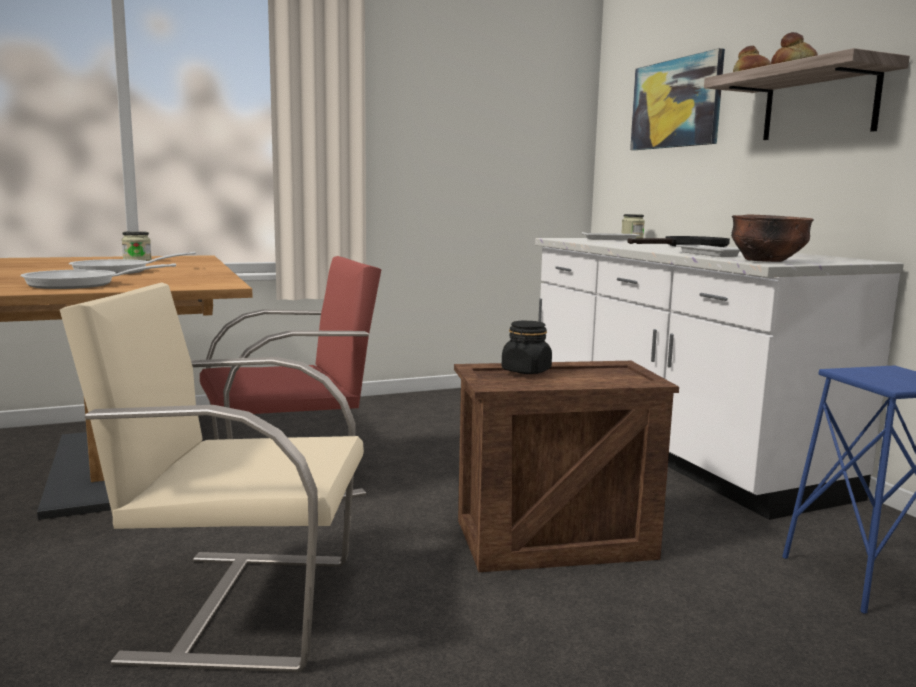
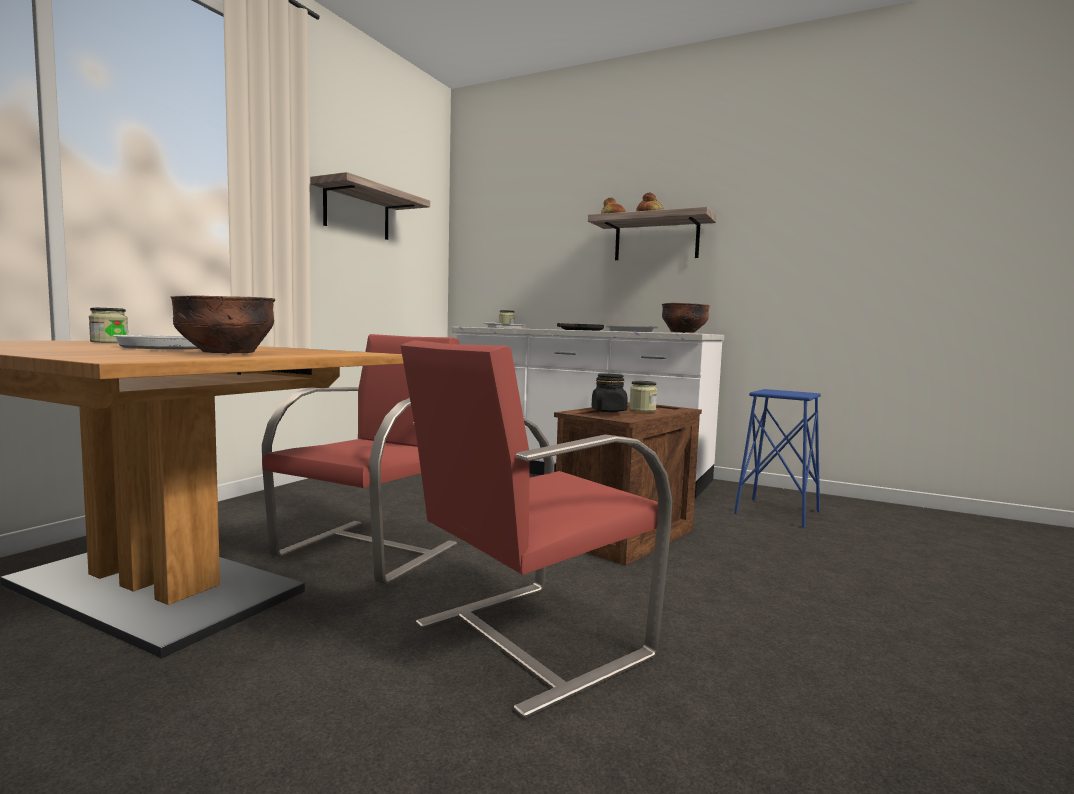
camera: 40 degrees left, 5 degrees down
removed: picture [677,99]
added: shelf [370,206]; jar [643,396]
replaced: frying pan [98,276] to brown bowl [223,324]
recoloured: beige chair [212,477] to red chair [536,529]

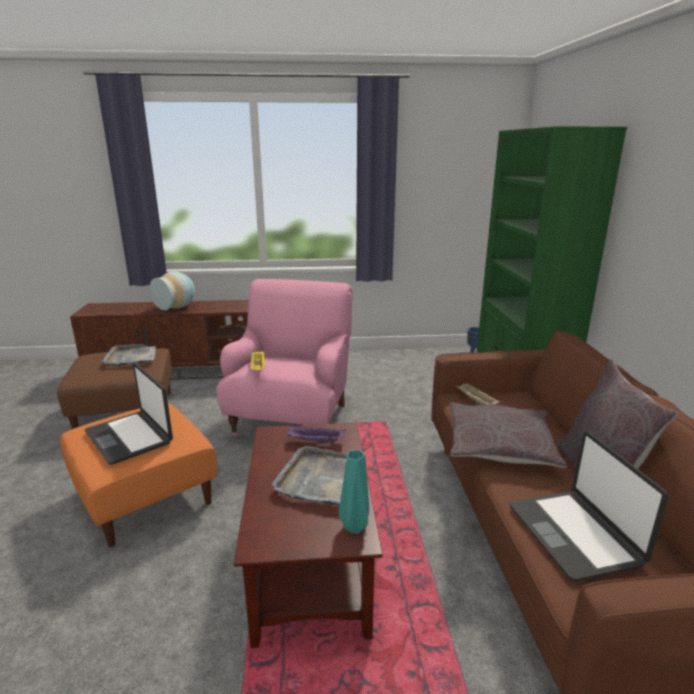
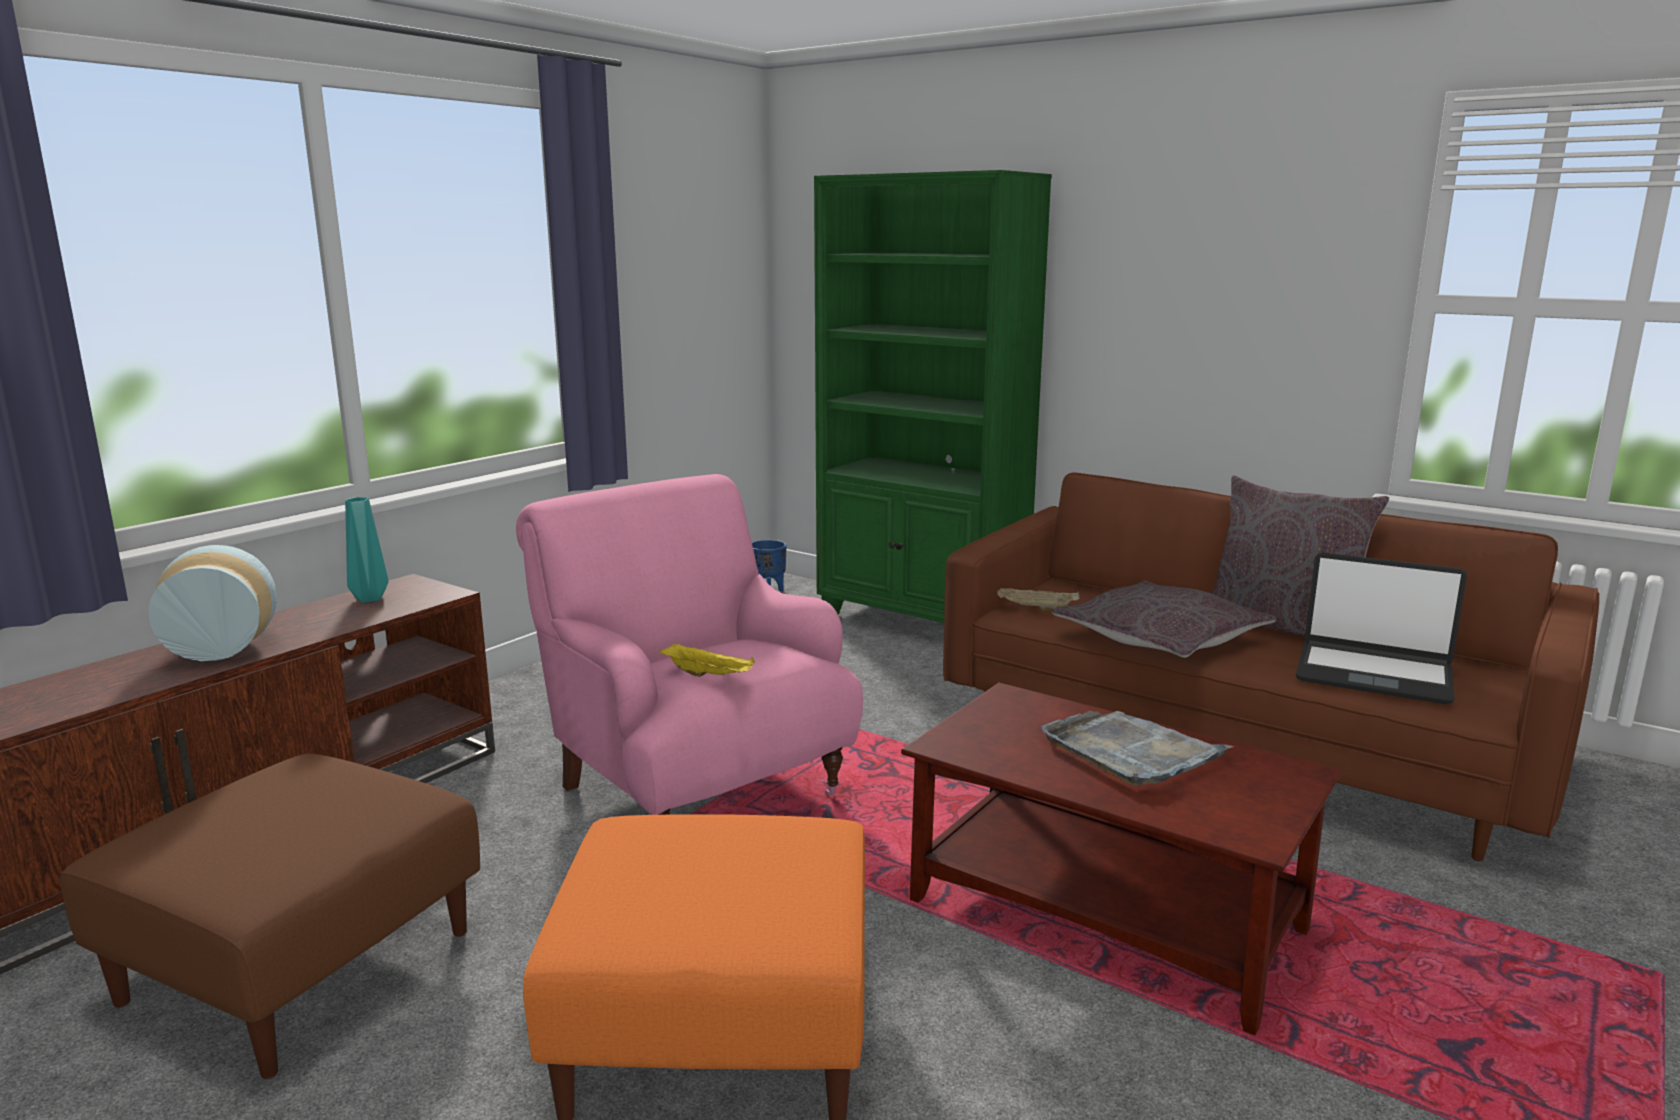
camera: 50 degrees left, 5 degrees down
removed: laptop [129,414]; grey tray [129,355]; purple tray [316,435]
moved: turquoise vase [354,492] to [366,549]

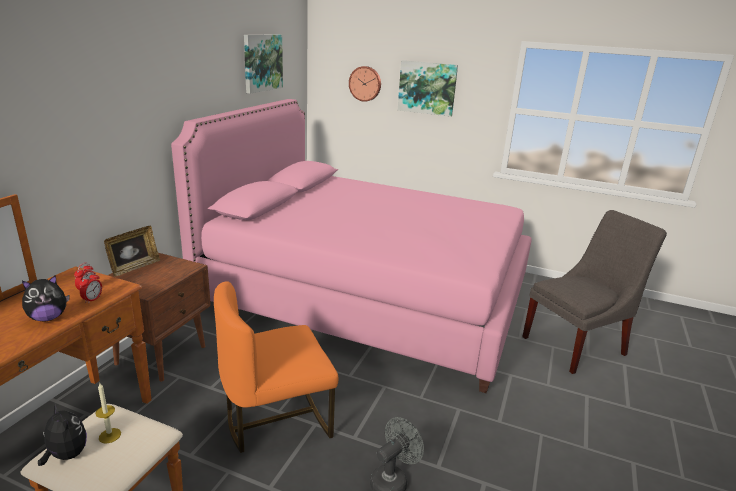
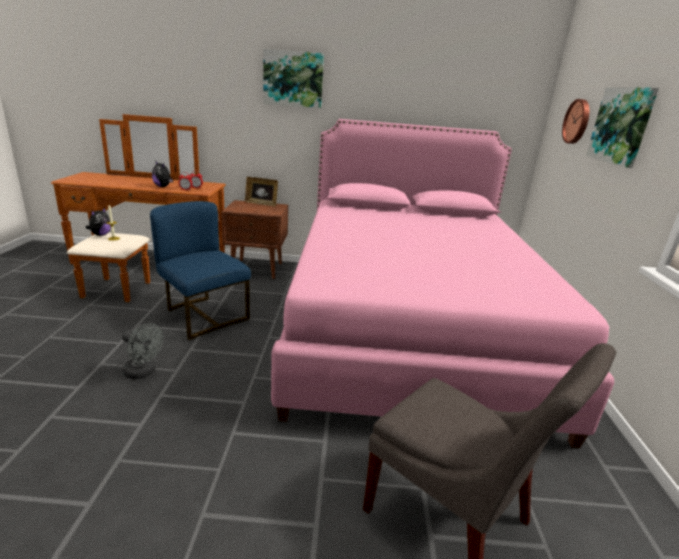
camera: 70 degrees right, 0 degrees up
moved: picture [263,64] to [293,79]
recoloured: orange chair [276,367] to blue chair [200,270]

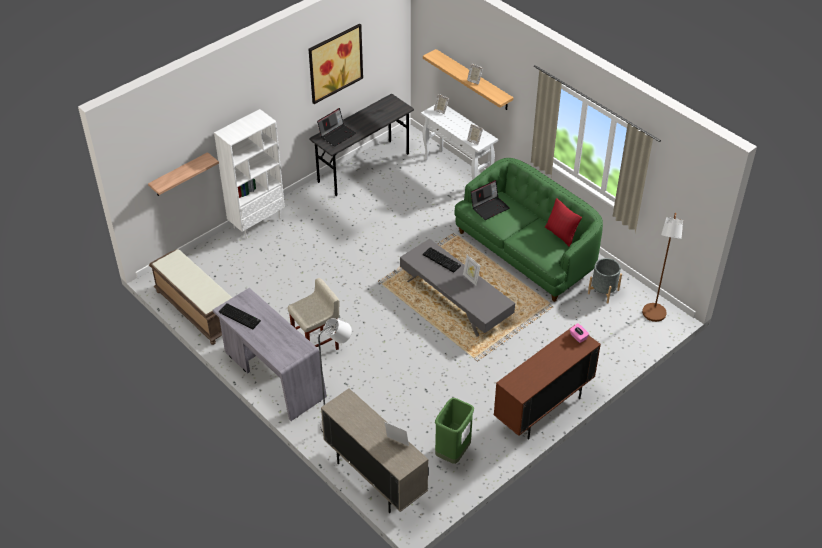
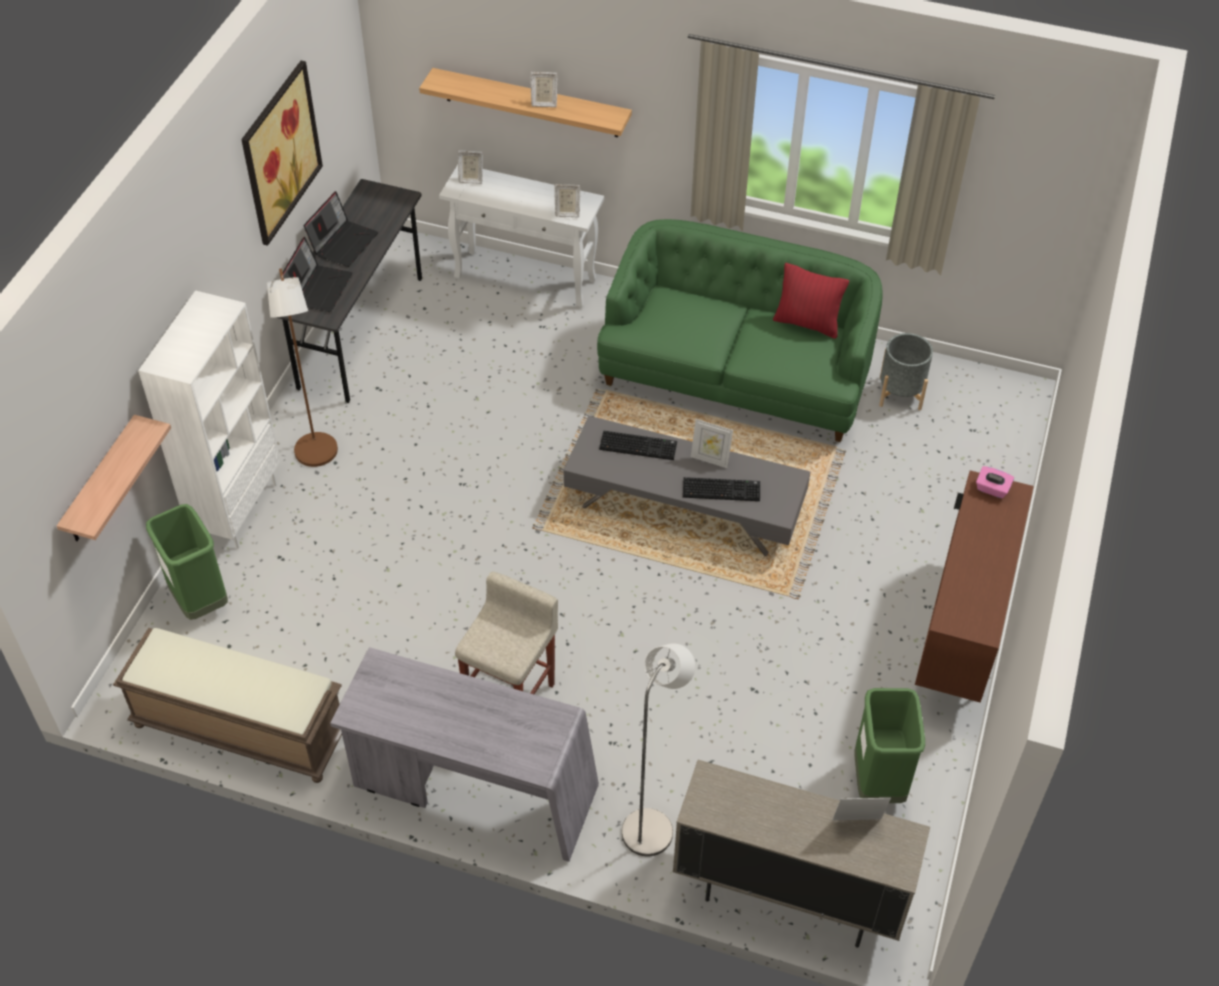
camera: 30 degrees left, 5 degrees up
added: green trash can [187,562]
moved: keyboard [240,316] to [721,489]; laptop [490,200] to [341,229]; brown floor lamp [662,267] to [302,367]

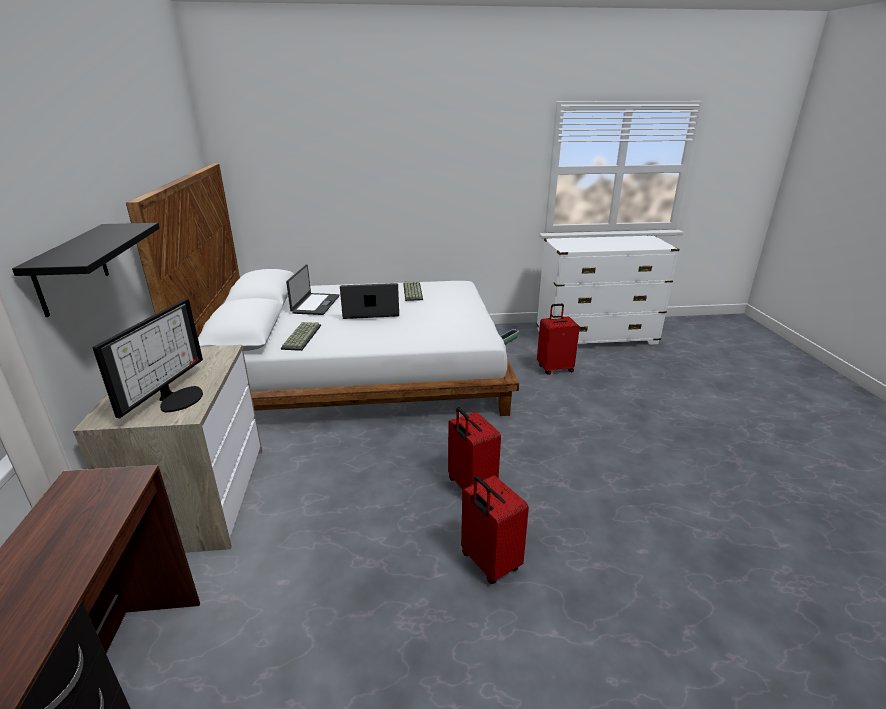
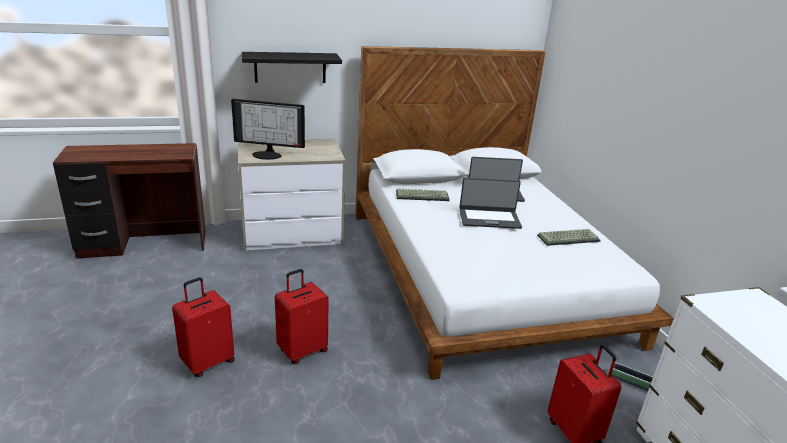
camera: 80 degrees right, 0 degrees up
turned: laptop [369,301] = [490,203] 105 degrees clockwise

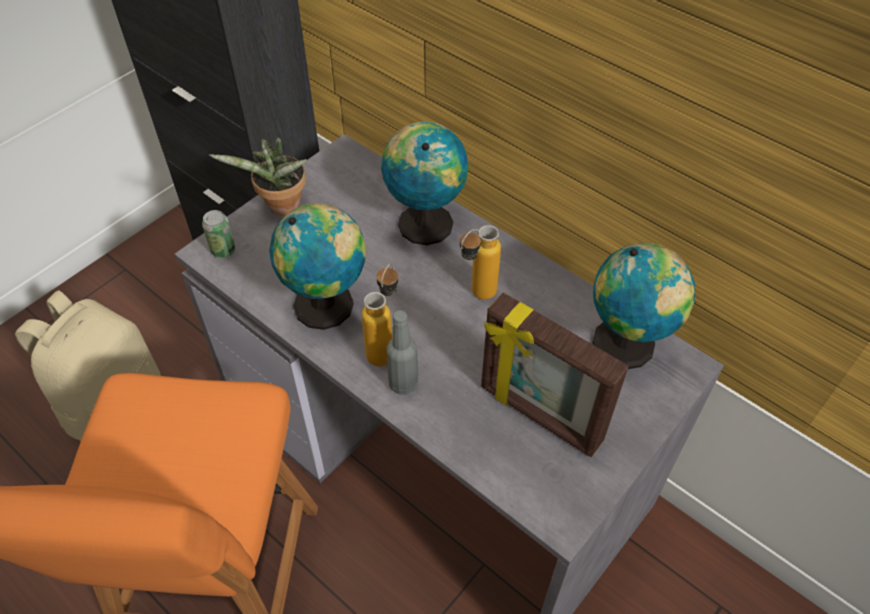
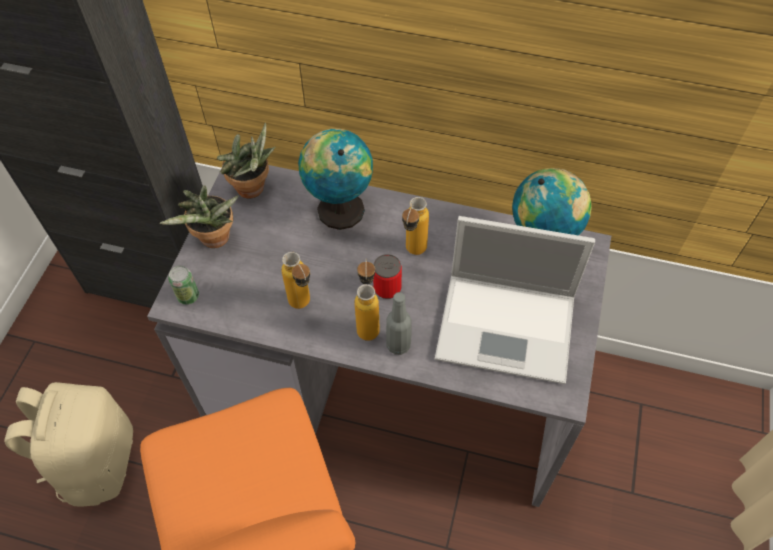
camera: 25 degrees left, 5 degrees up
added: potted plant [246,160]; can [387,276]
replaced: globe [317,266] to bottle [295,280]; picture frame [555,375] to laptop [515,300]

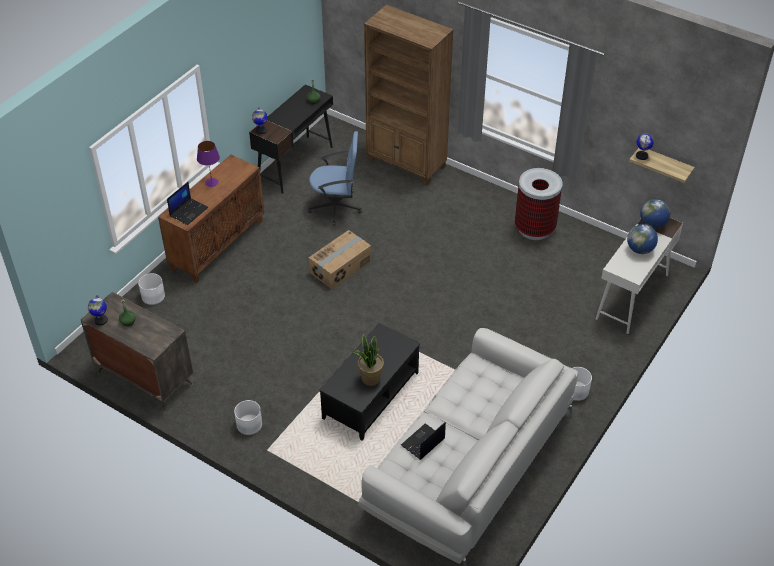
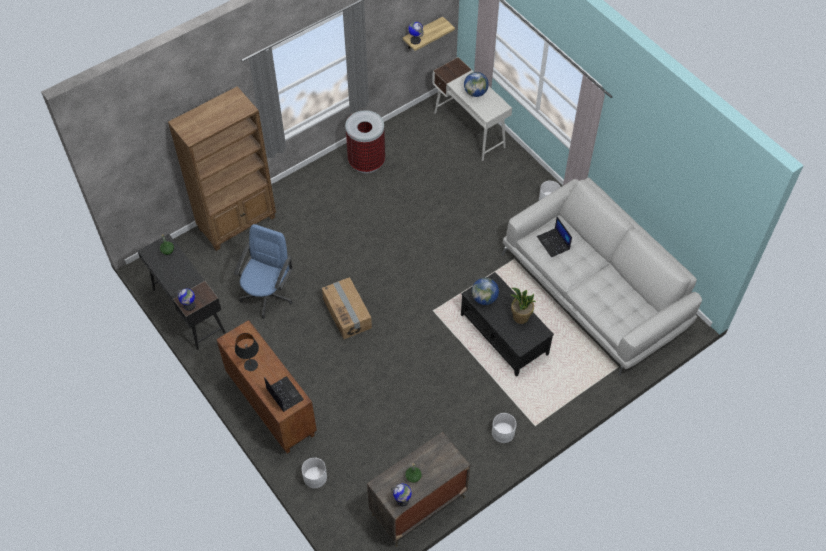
camera: 70 degrees left, 10 degrees up
moved: laptop [423,441] to [554,237]; globe [655,213] to [485,291]
recoloured: purple table lamp [208,164] to black table lamp [247,352]

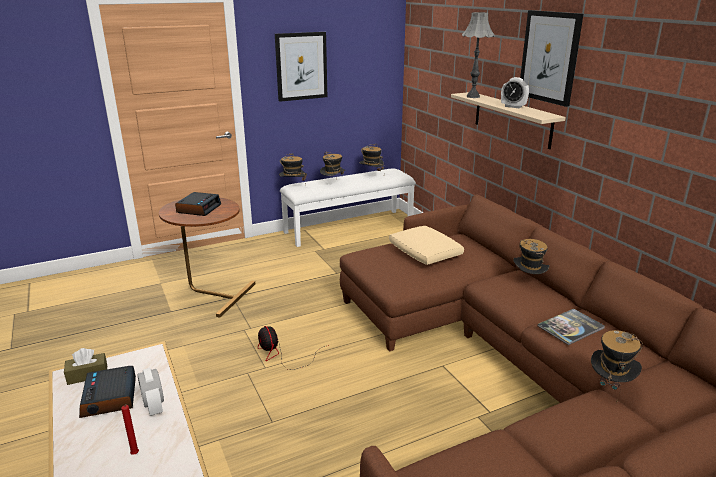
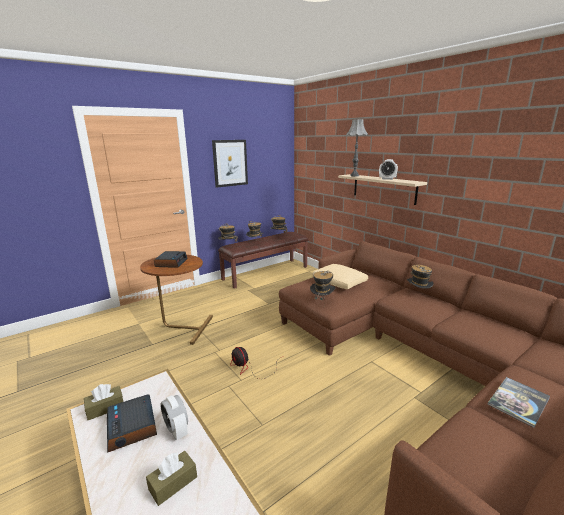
camera: 10 degrees left, 5 degrees down
removed: picture [551,58]
moved: book [571,327] to [518,402]; hat [617,367] to [322,286]
replaced: red candle [130,429] to brown tissue box [171,478]
recoloured: white bench [348,208] to brown bench [263,260]

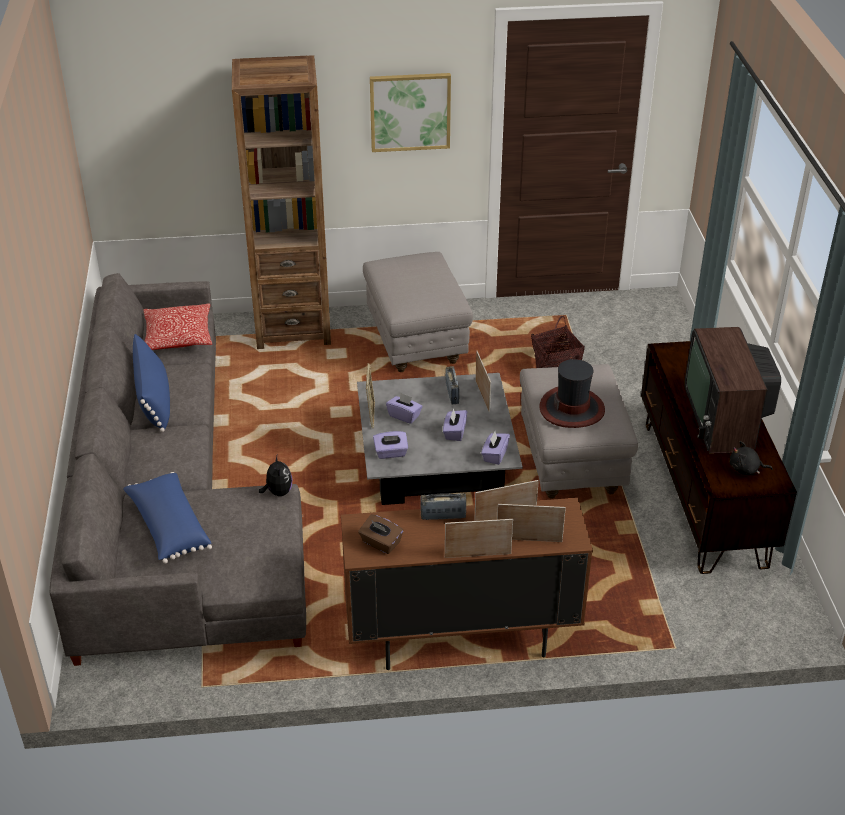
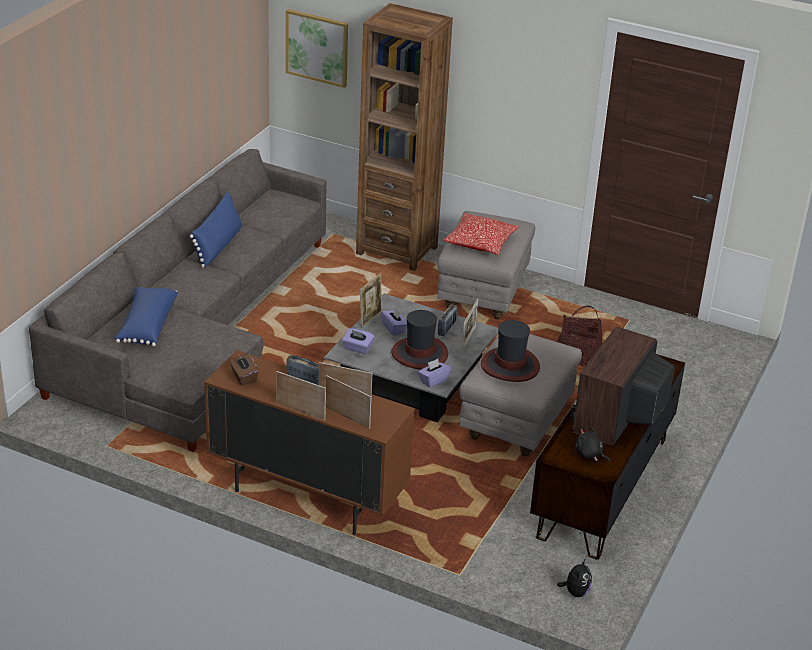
camera: 30 degrees right, 5 degrees down
moved: pillow [177,327] to [481,234]; plush toy [275,476] to [574,577]; picture [410,112] to [317,48]
replaced: purple tissue box [455,424] to hat [419,340]

